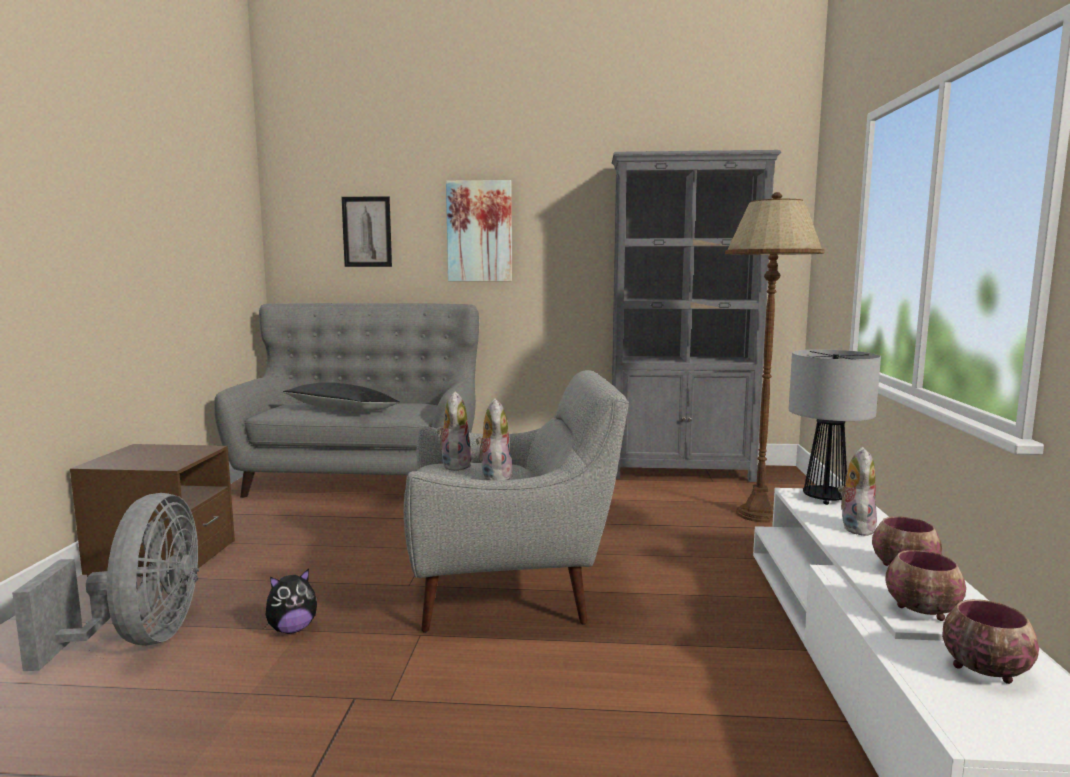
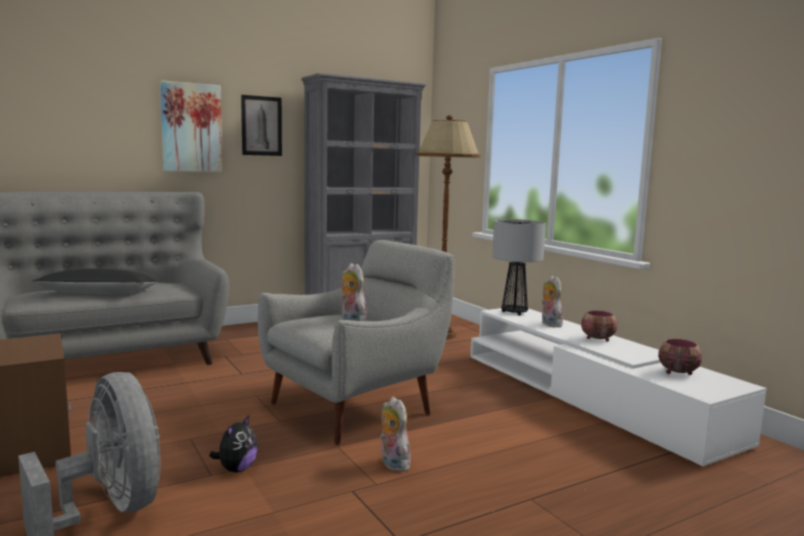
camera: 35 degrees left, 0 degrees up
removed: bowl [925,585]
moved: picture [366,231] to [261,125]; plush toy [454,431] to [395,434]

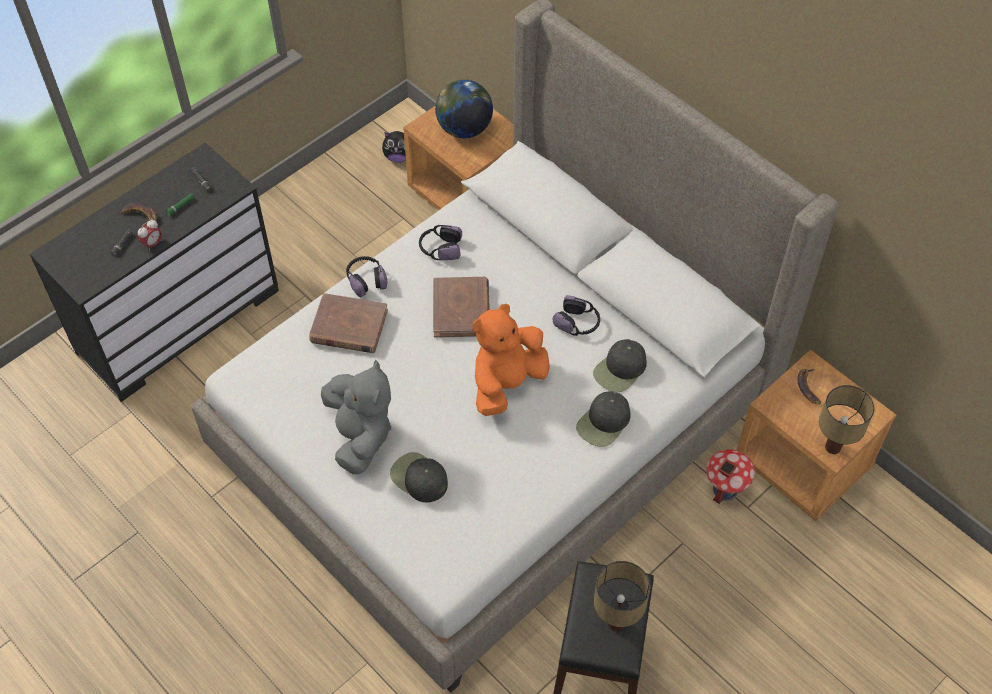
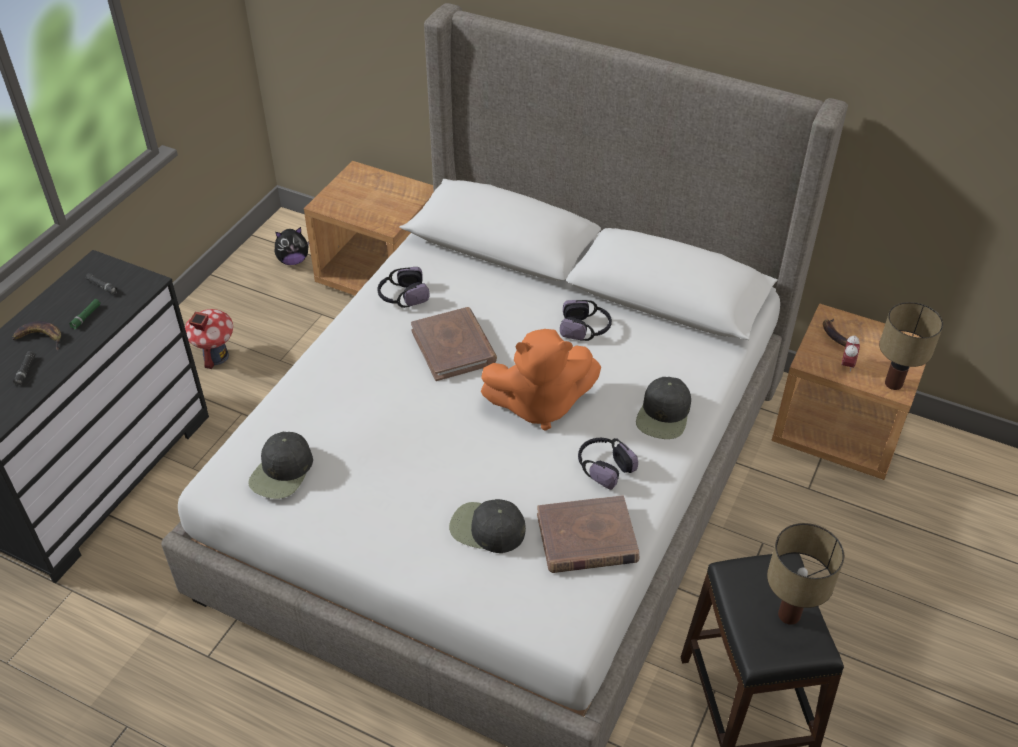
camera: 20 degrees left, 10 degrees down
removed: grey plush toy [356,417]; globe [464,109]
moved: alarm clock [150,235] to [850,354]; brown book [348,323] to [588,534]; headphones [366,277] to [608,464]; black cap [620,365] to [280,465]; toy house [730,476] to [209,339]
turned: orange plush toy [511,360] = [541,380] 120 degrees counterclockwise

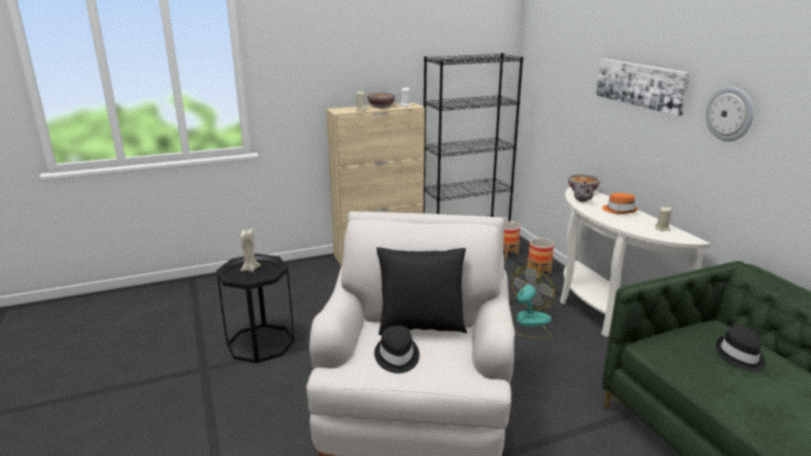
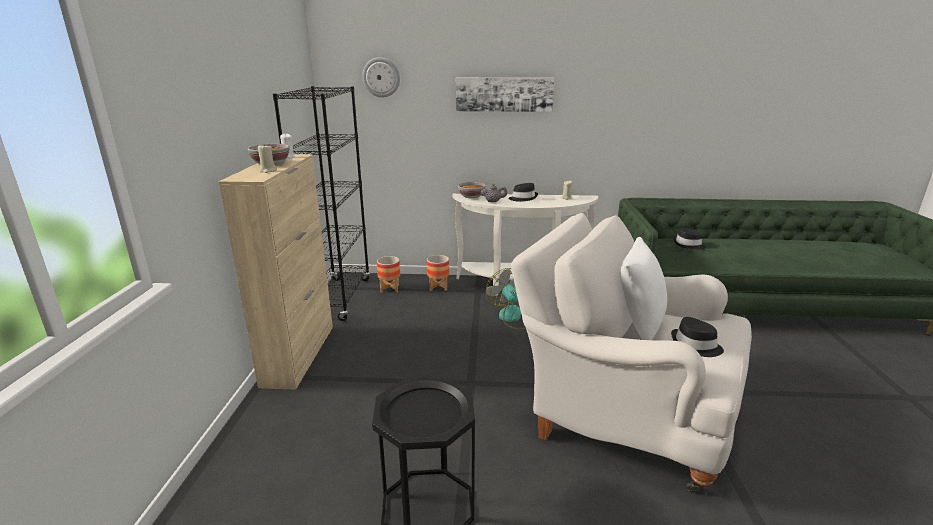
camera: 65 degrees left, 0 degrees up
removed: beige candle [250,250]
moved: wall clock [729,114] to [381,77]
recoloured: black pillow [421,291] to white pillow [643,288]; orange hat [620,203] to black hat [523,192]

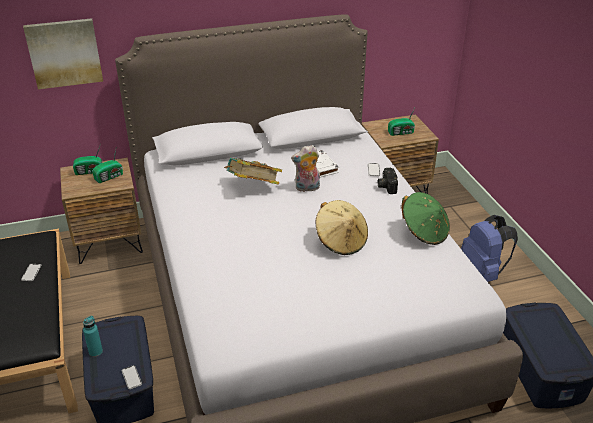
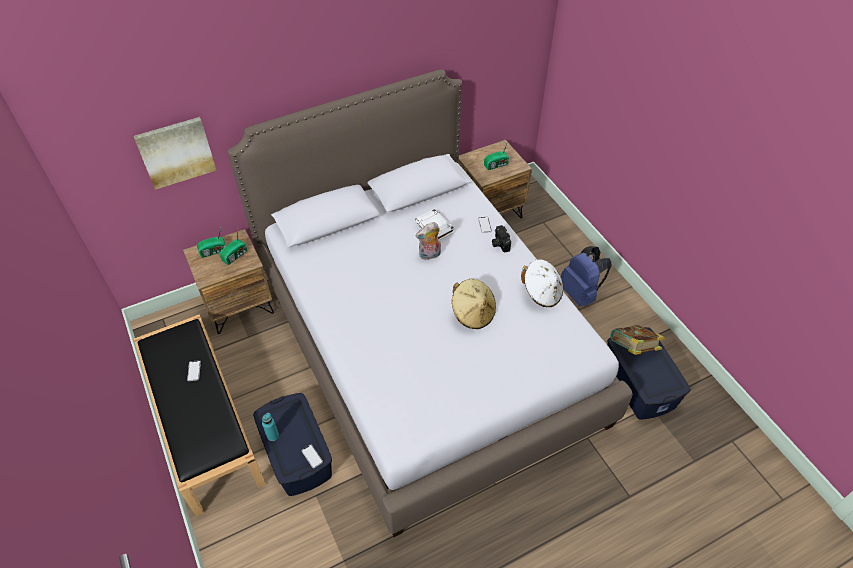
camera: 10 degrees left, 15 degrees up
moved: book [253,171] to [638,340]
recoloured: green hat [425,218] to white hat [542,283]

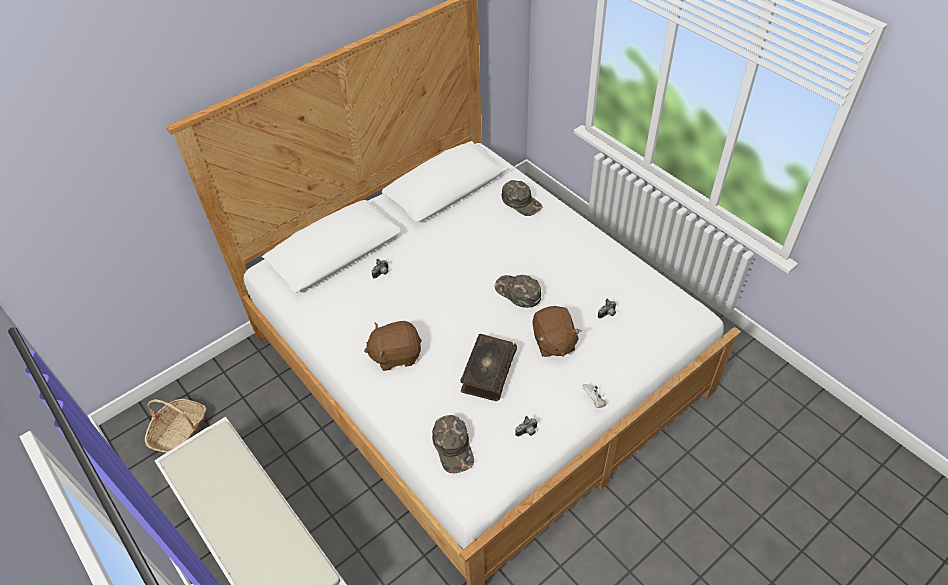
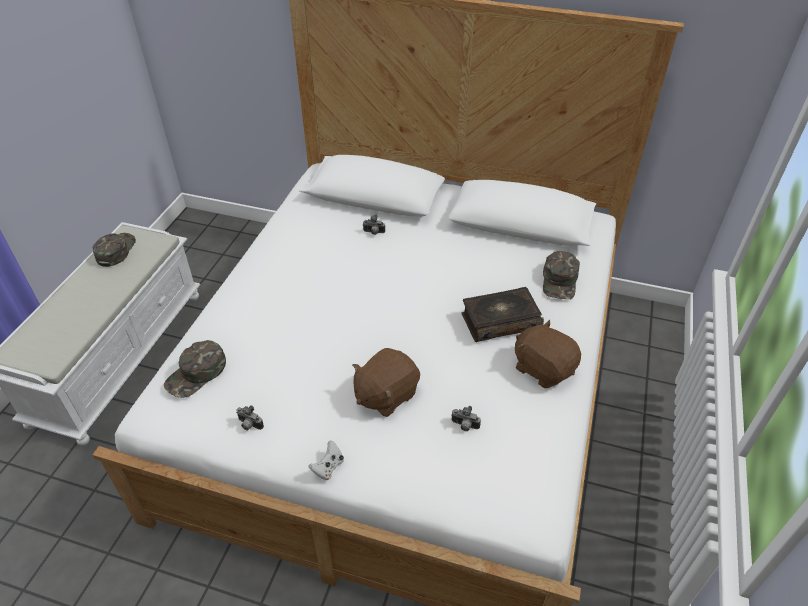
camera: 55 degrees right, 5 degrees down
removed: basket [175,426]
moved: brown plush toy [393,346] to [548,354]; book [488,367] to [502,314]; green cap [517,291] to [114,250]

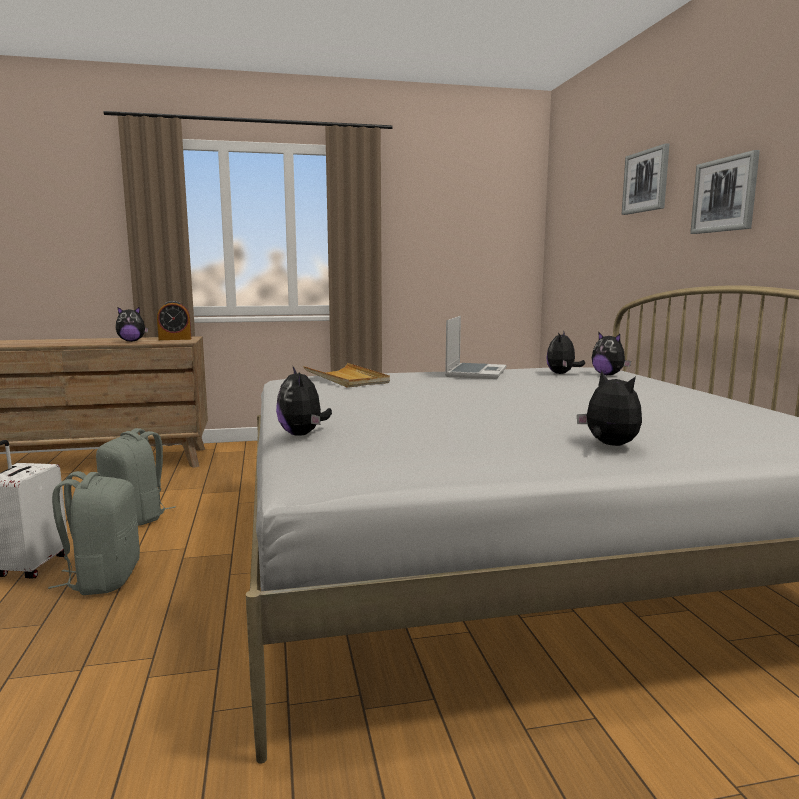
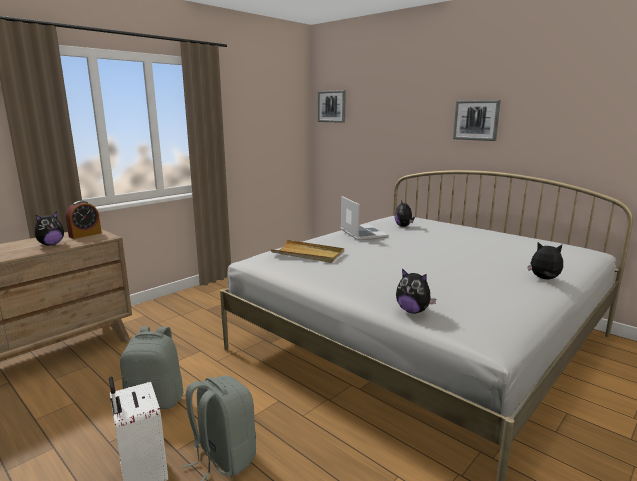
camera: 35 degrees left, 5 degrees up
removed: plush toy [611,353]
moved: picture [645,179] to [332,106]

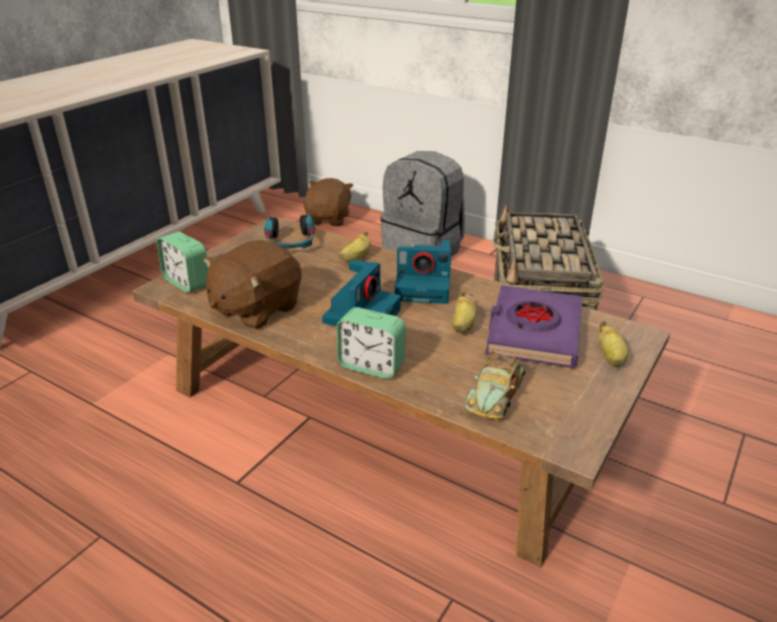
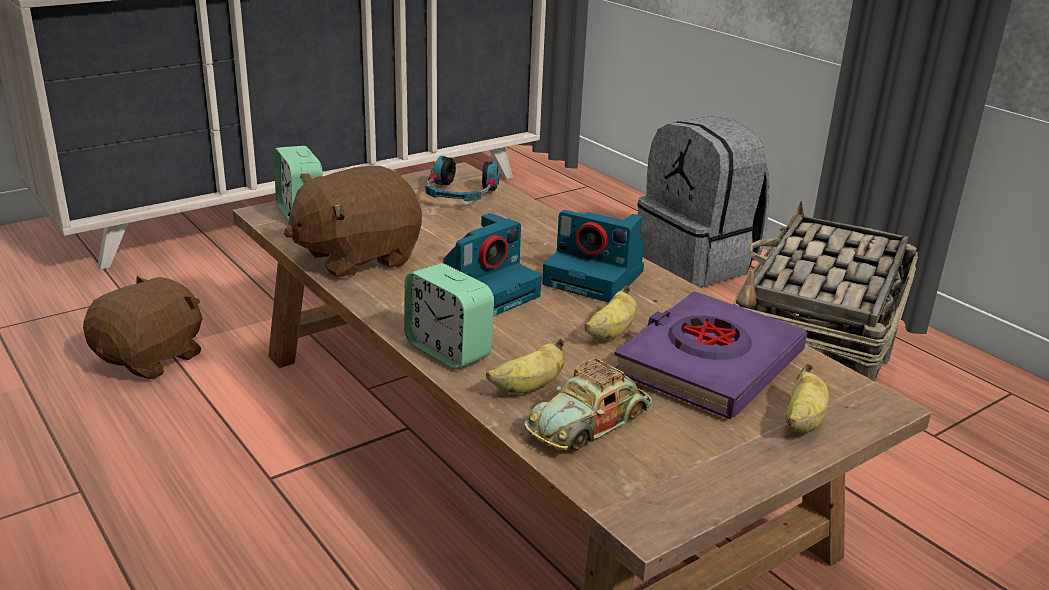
camera: 20 degrees right, 5 degrees down
moved: brown plush toy [328,202] to [143,327]; banana [354,246] to [525,366]

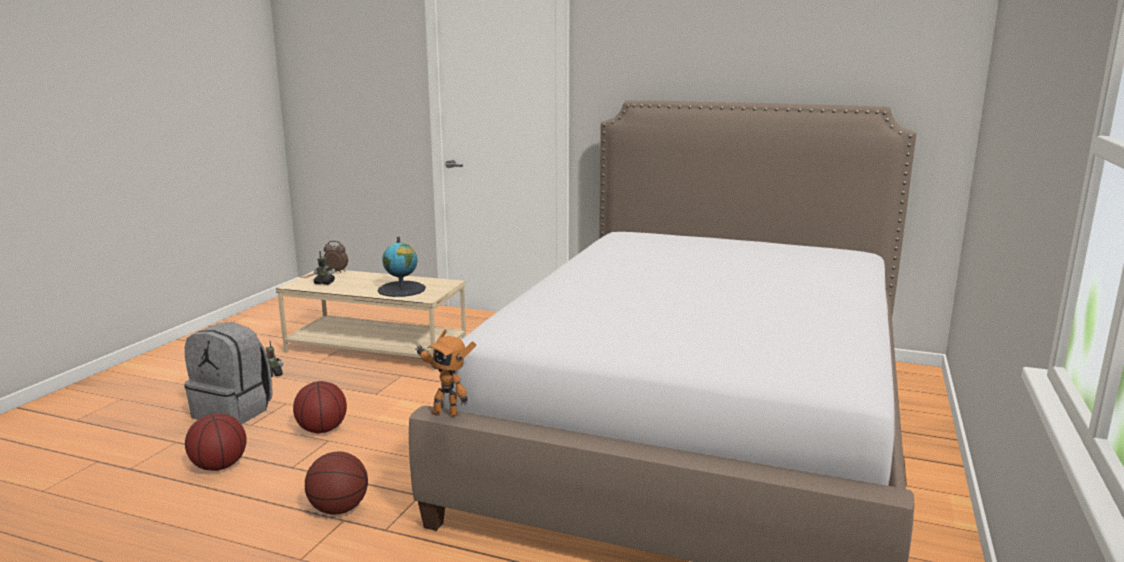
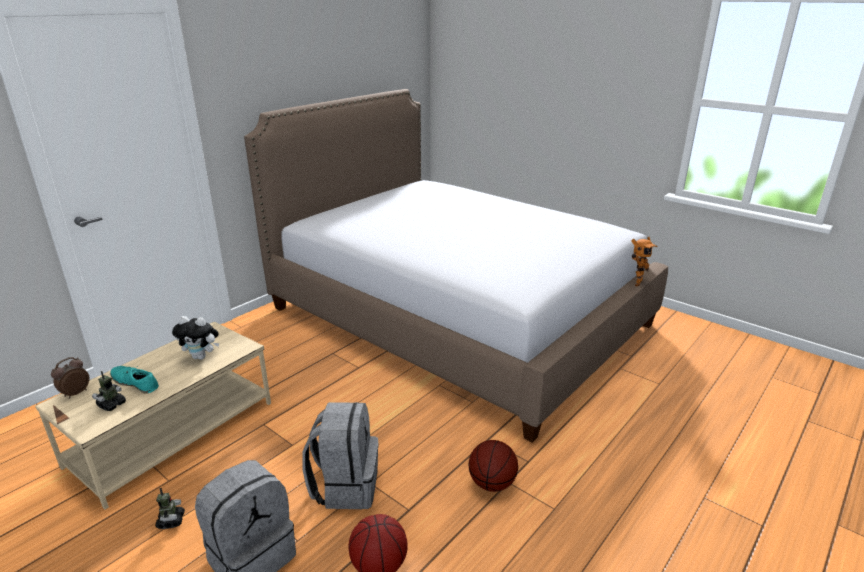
camera: 70 degrees left, 10 degrees up
added: turquoise shoe [134,380]
moved: toy robot [445,372] to [644,261]
replaced: basketball [320,407] to grey backpack [340,455]; globe [402,267] to plush toy [195,338]

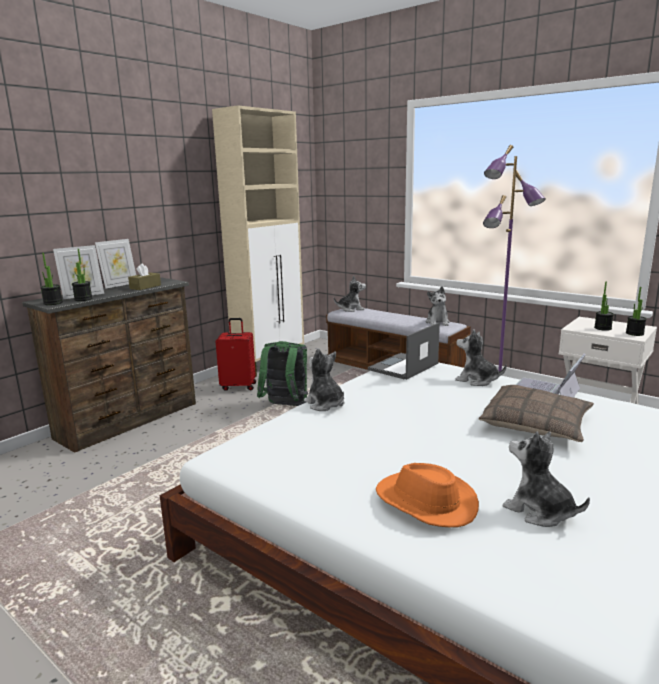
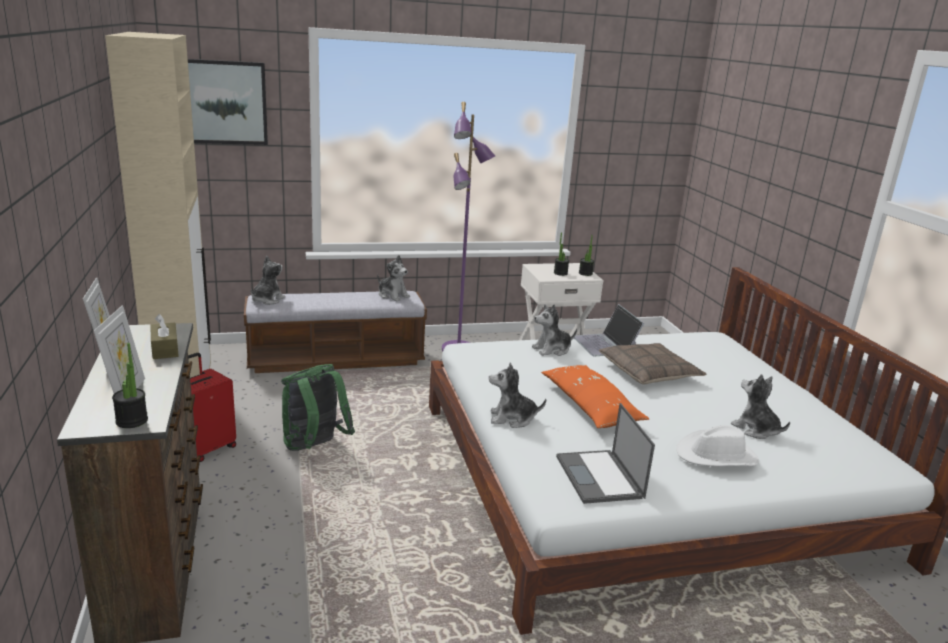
camera: 55 degrees left, 5 degrees up
removed: potted plant [82,275]
added: picture [228,102]; orange pillow [595,396]
moved: laptop [404,351] to [605,453]
recoloured: orange hat [427,495] to white hat [717,446]
turned: plush toy [546,479] = [760,406] 60 degrees clockwise

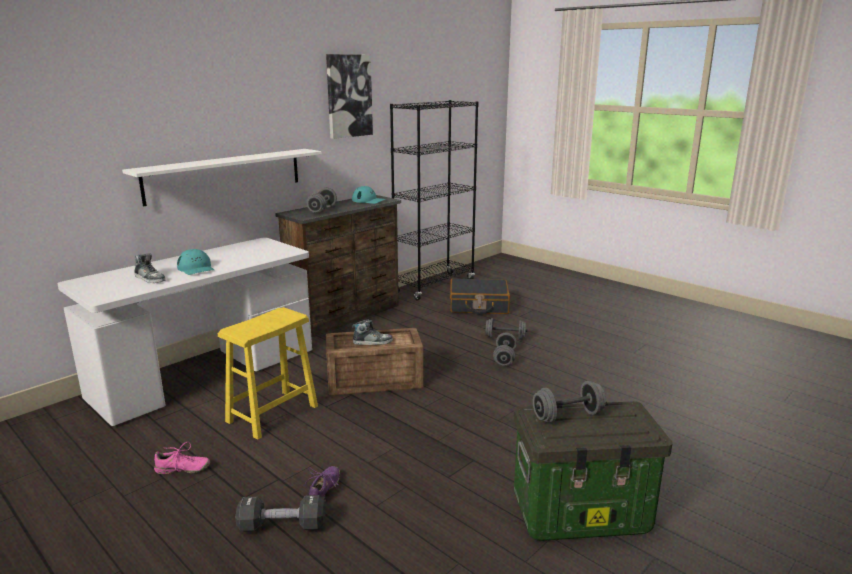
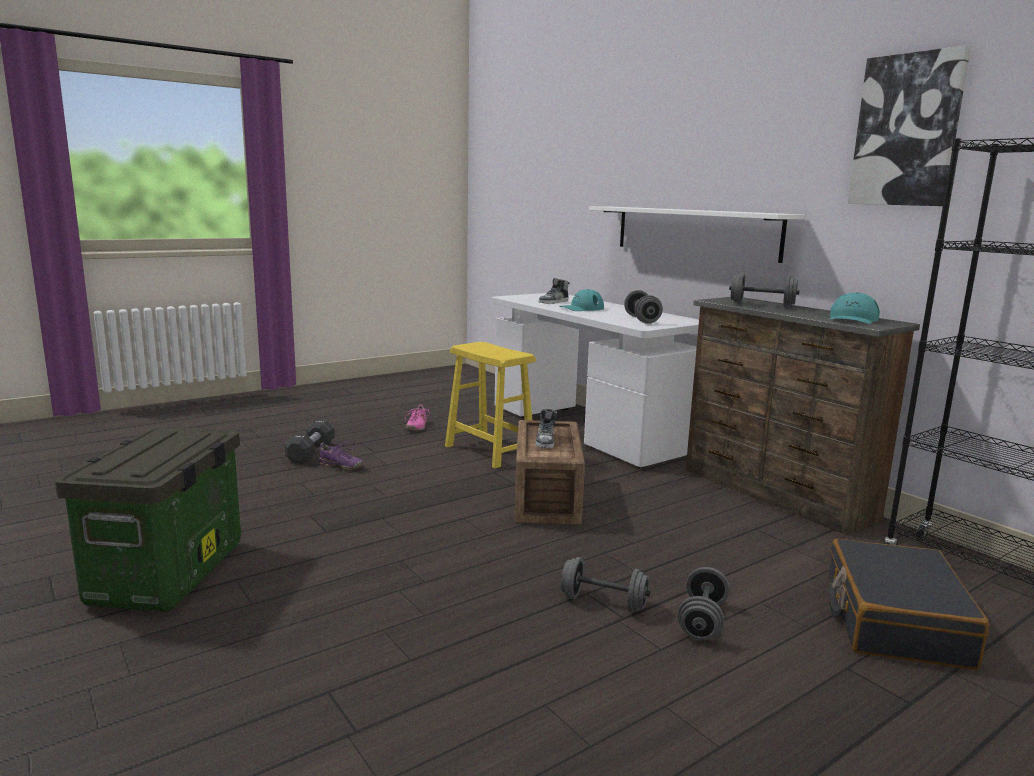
camera: 100 degrees right, 5 degrees down
moved: grey dumbbell [569,402] to [643,307]

